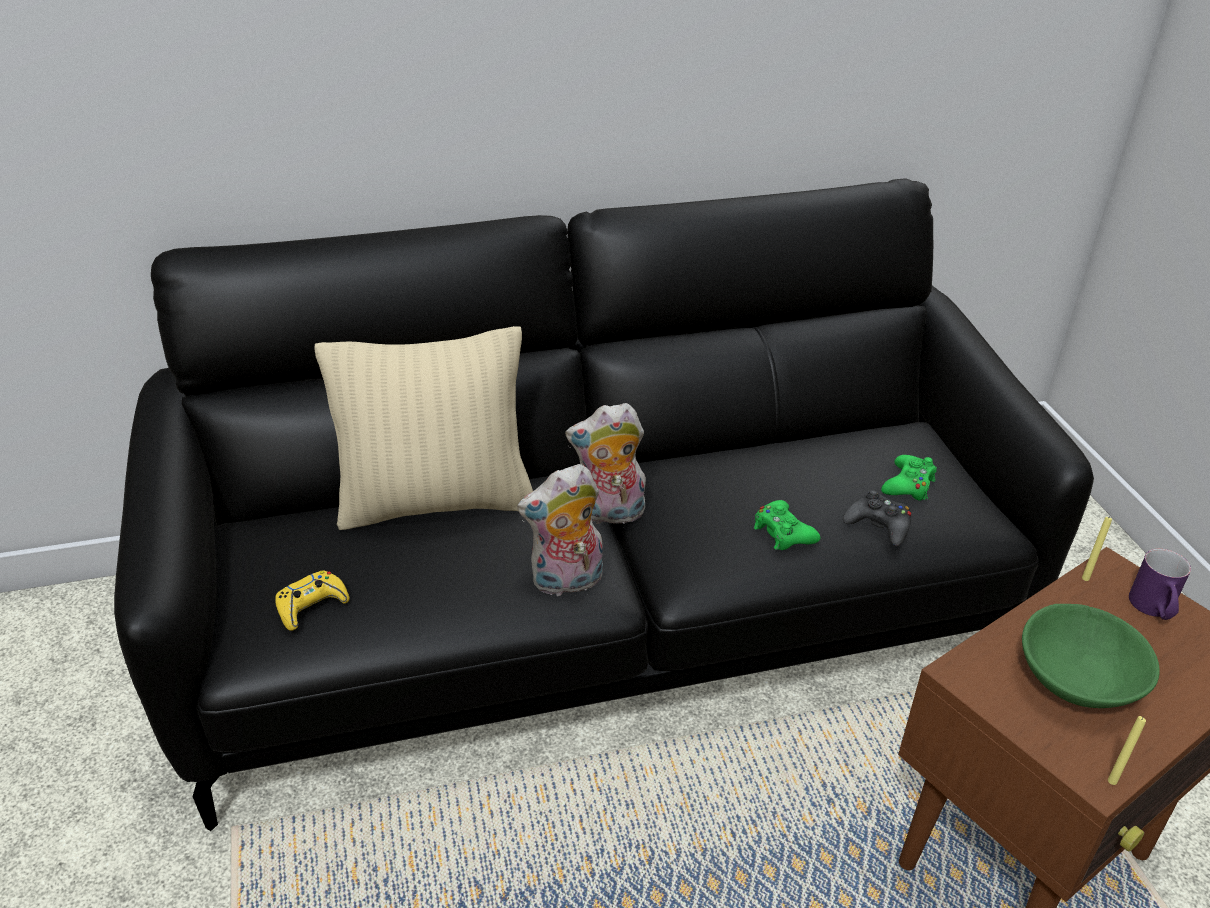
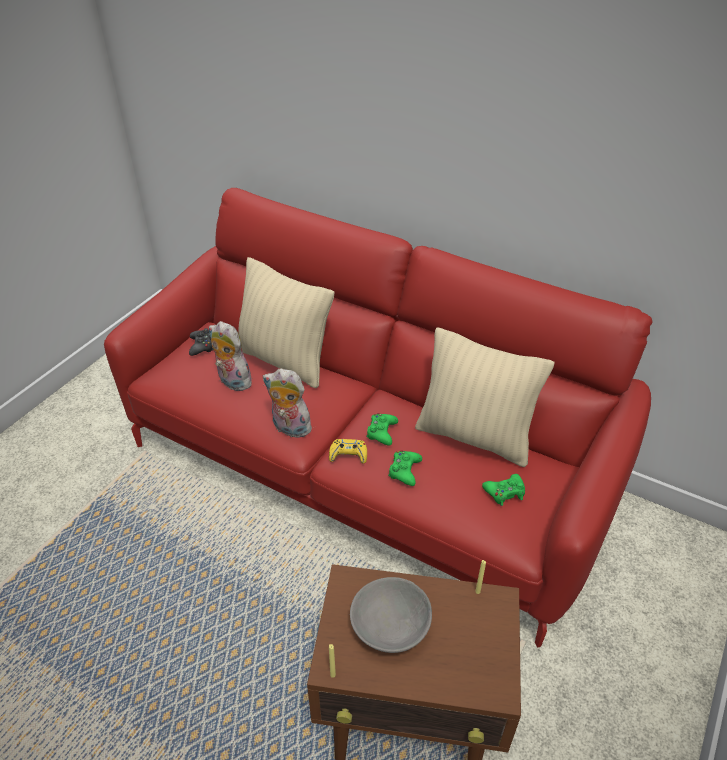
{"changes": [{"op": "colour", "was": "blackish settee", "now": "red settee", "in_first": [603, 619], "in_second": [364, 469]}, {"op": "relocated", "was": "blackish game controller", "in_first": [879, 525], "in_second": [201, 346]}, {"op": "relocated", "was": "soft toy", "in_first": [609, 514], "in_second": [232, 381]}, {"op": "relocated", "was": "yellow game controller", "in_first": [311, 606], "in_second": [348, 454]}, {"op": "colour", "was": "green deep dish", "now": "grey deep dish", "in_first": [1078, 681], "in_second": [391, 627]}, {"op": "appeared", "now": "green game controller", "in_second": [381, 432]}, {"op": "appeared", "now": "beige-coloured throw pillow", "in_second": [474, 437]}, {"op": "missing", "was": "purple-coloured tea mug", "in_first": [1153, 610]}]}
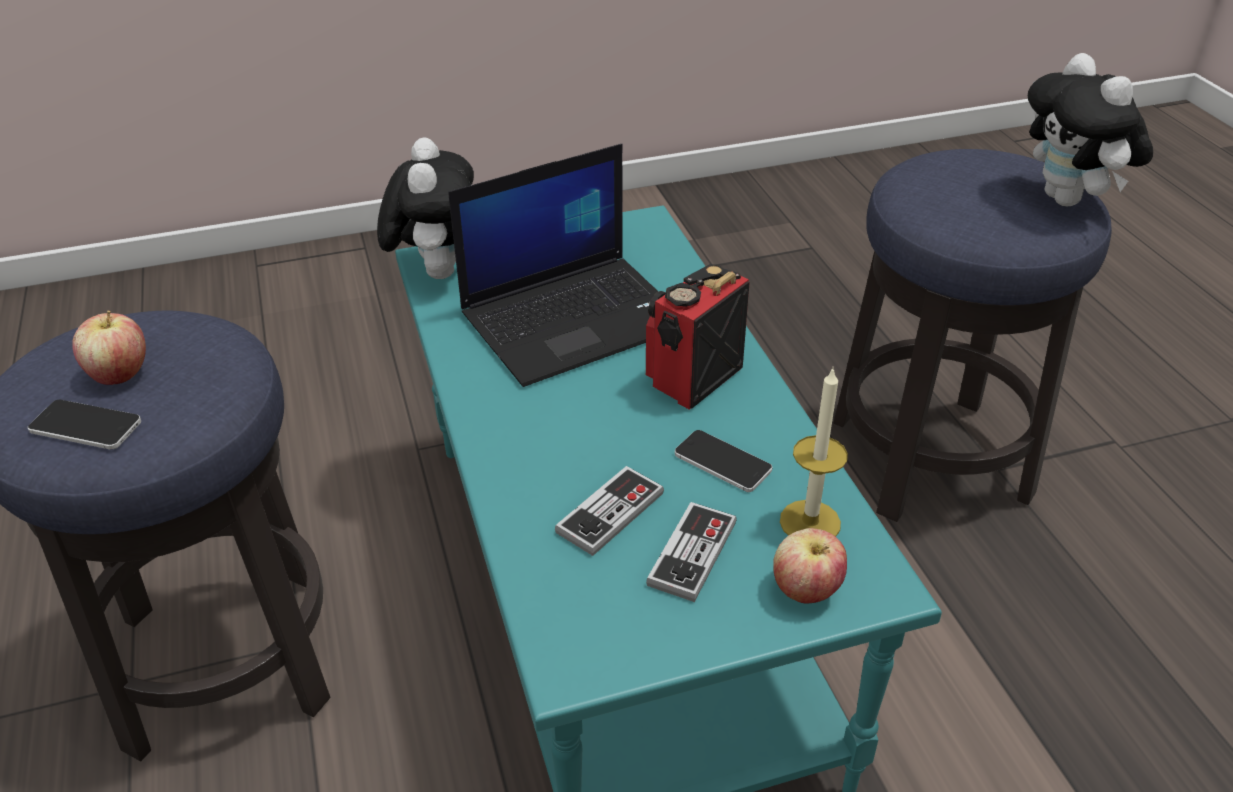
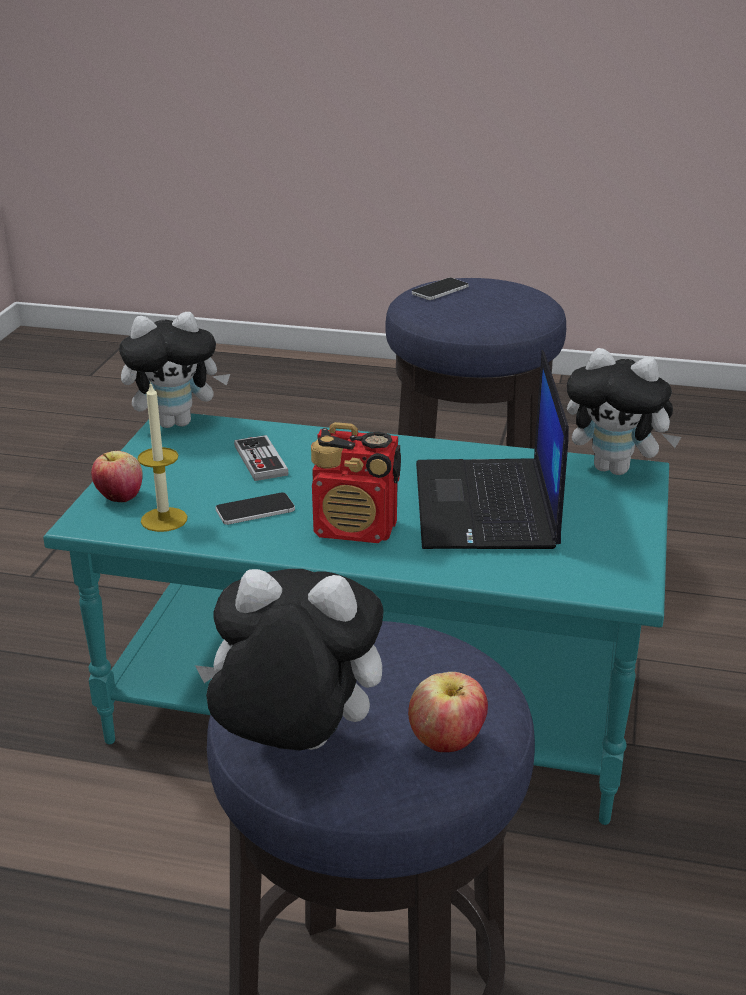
{"changes": [{"op": "appeared", "now": "soft toy", "in_second": [176, 422]}, {"op": "spun", "was": "radio set", "in_first": [692, 378], "in_second": [356, 530], "clockwise": 120}, {"op": "relocated", "was": "apple", "in_first": [120, 374], "in_second": [446, 742]}, {"op": "missing", "was": "game controller", "in_first": [692, 553]}]}
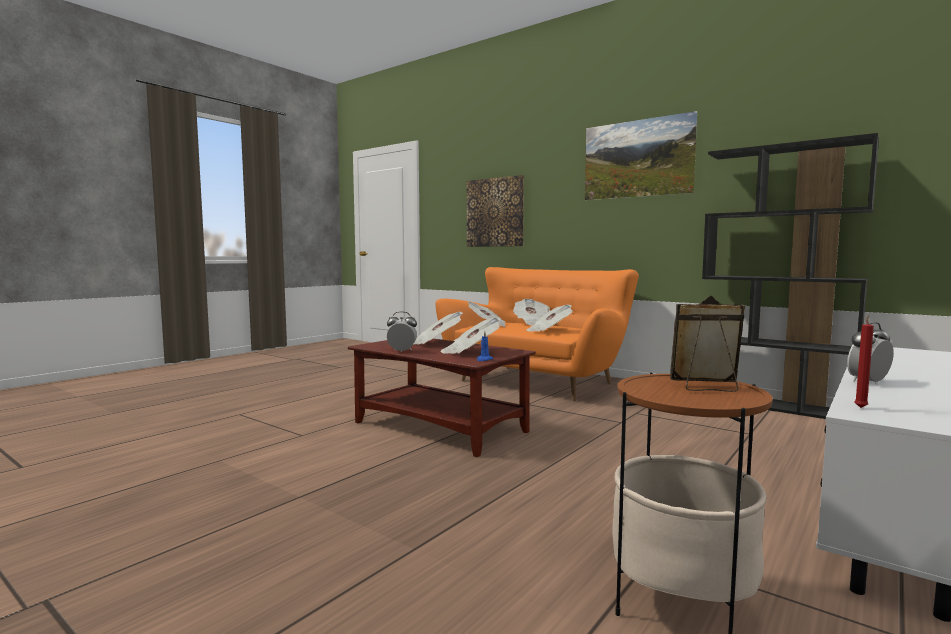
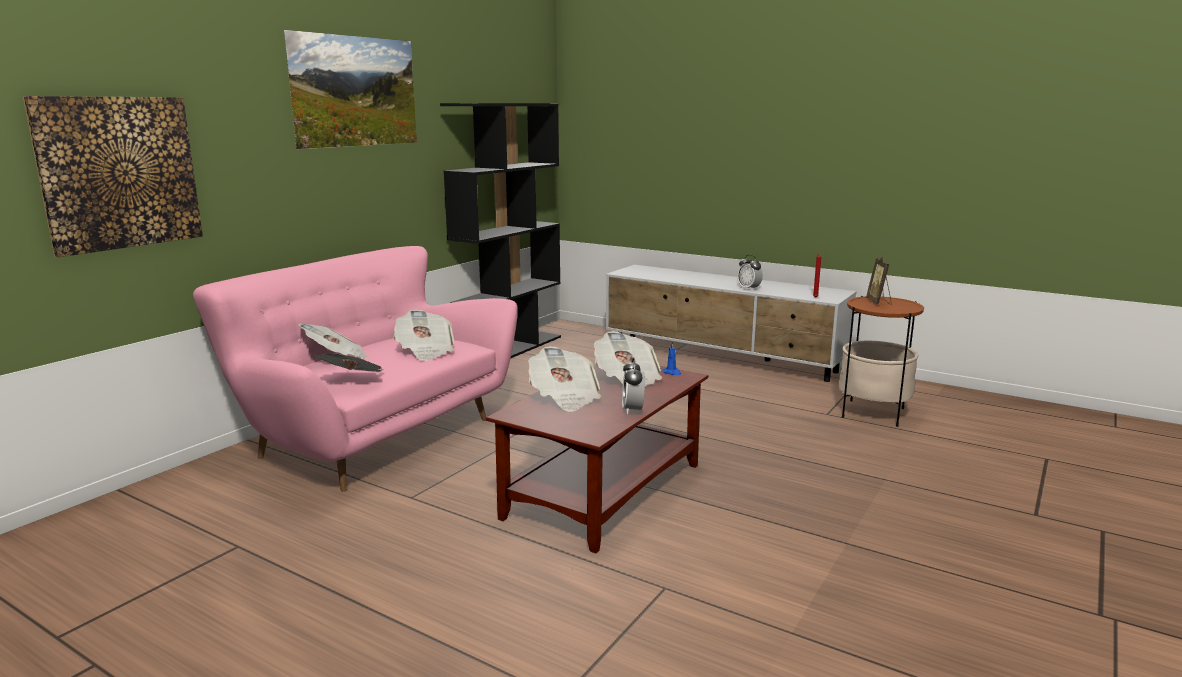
{"changes": [{"op": "colour", "was": "orange-coloured settee", "now": "pink settee", "in_first": [538, 381], "in_second": [373, 436]}]}
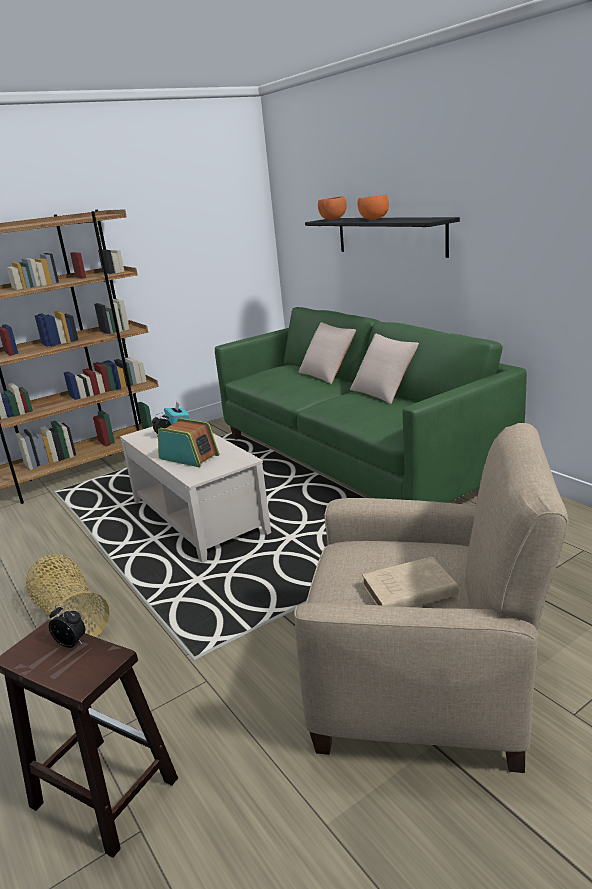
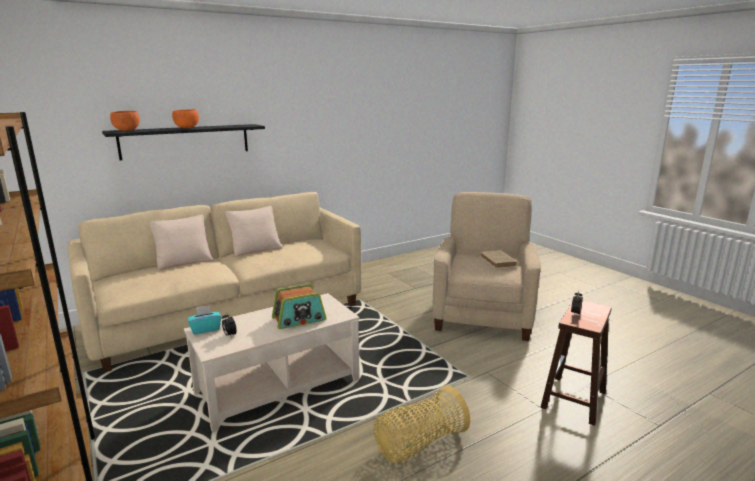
{"changes": [{"op": "colour", "was": "green settee", "now": "beige-coloured settee", "in_first": [355, 458], "in_second": [230, 315]}, {"op": "spun", "was": "radio set", "in_first": [189, 457], "in_second": [299, 319], "clockwise": -150}]}
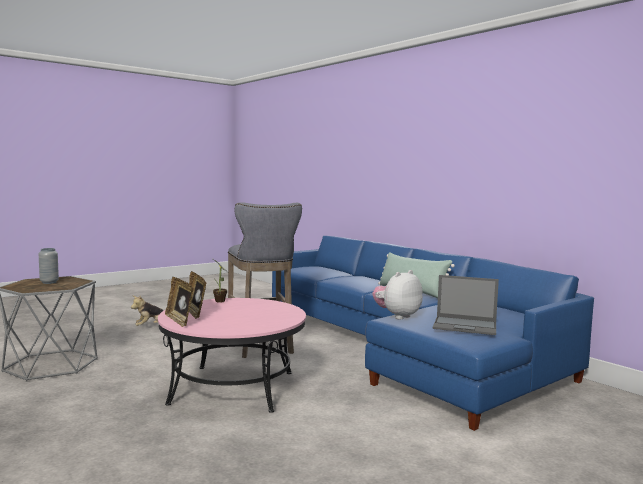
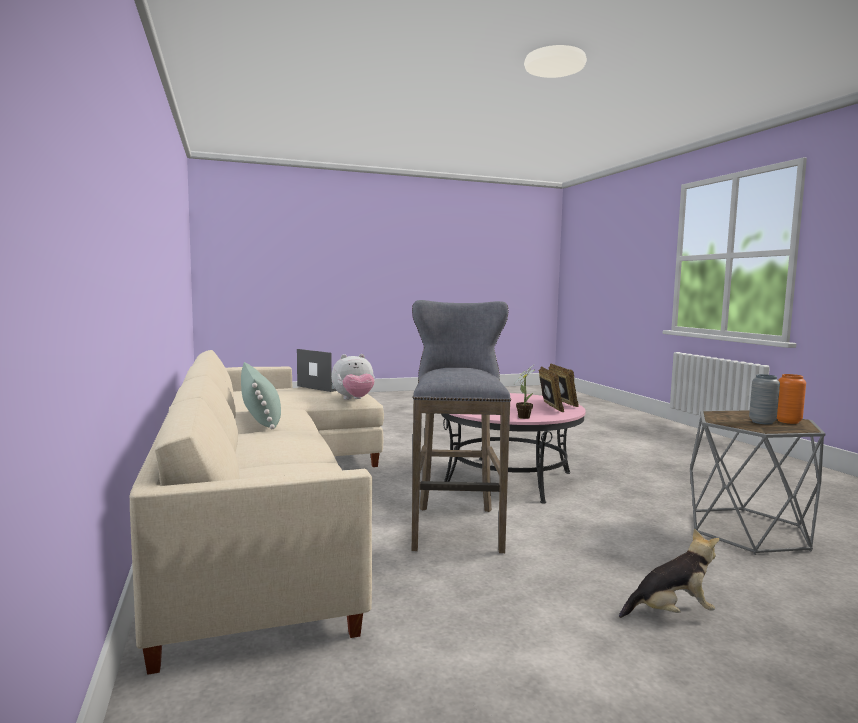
{"changes": [{"op": "colour", "was": "blue-coloured settee", "now": "beige-coloured settee", "in_first": [406, 349], "in_second": [267, 495]}, {"op": "appeared", "now": "orange-coloured flower vase", "in_second": [788, 421]}]}
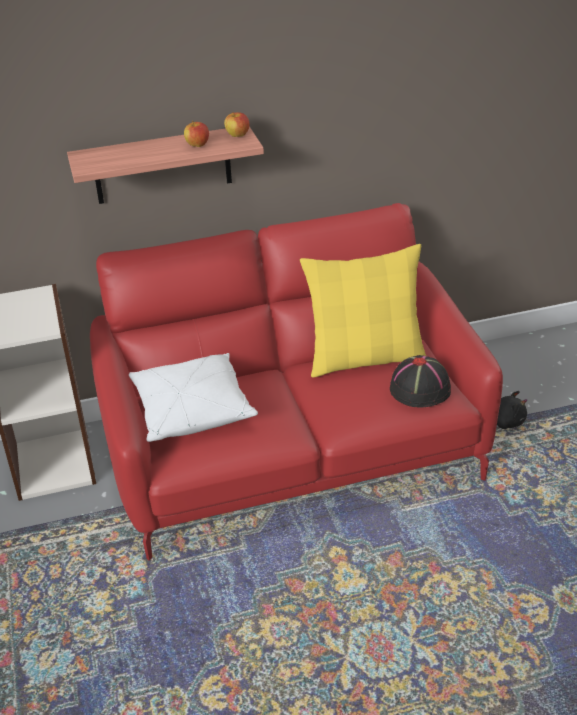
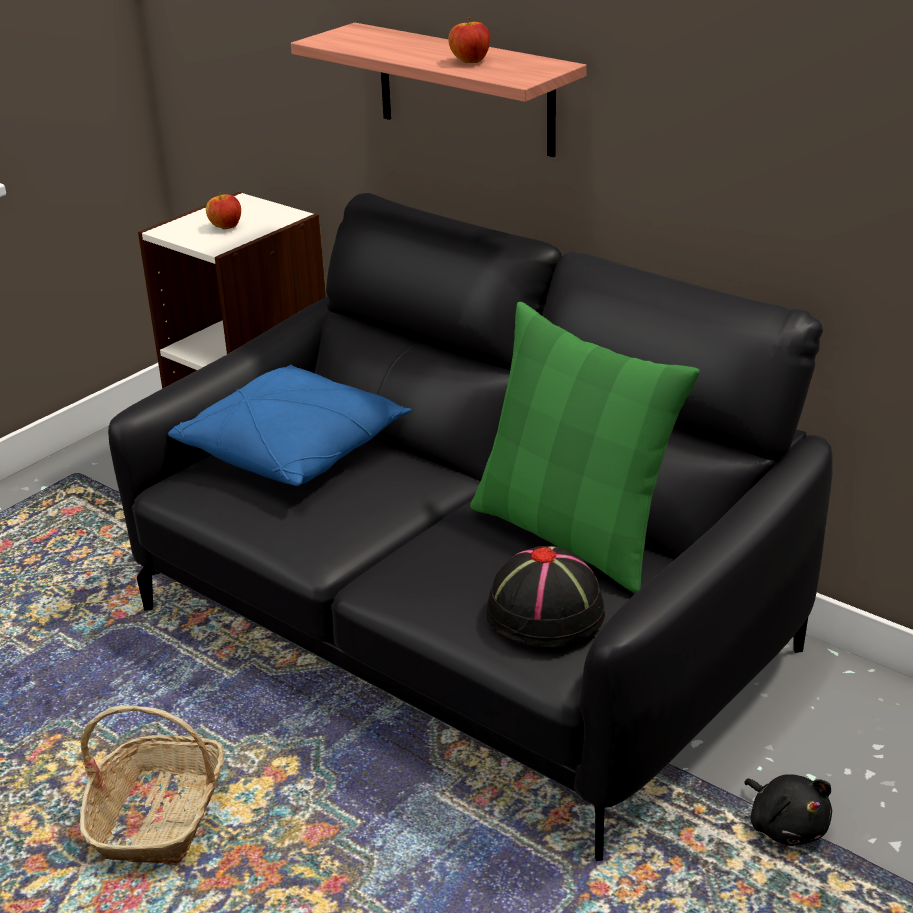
{"changes": [{"op": "appeared", "now": "basket", "in_second": [160, 816]}, {"op": "colour", "was": "red settee", "now": "blackish settee", "in_first": [293, 452], "in_second": [463, 631]}, {"op": "colour", "was": "whitish throw pillow", "now": "blue-coloured throw pillow", "in_first": [192, 411], "in_second": [294, 450]}, {"op": "relocated", "was": "apple", "in_first": [237, 135], "in_second": [226, 227]}, {"op": "colour", "was": "yellow throw pillow", "now": "green throw pillow", "in_first": [365, 359], "in_second": [572, 535]}]}
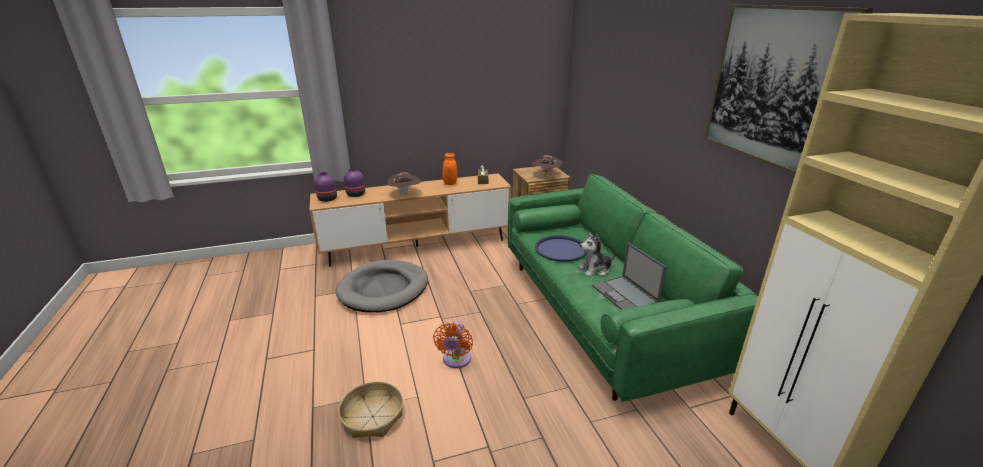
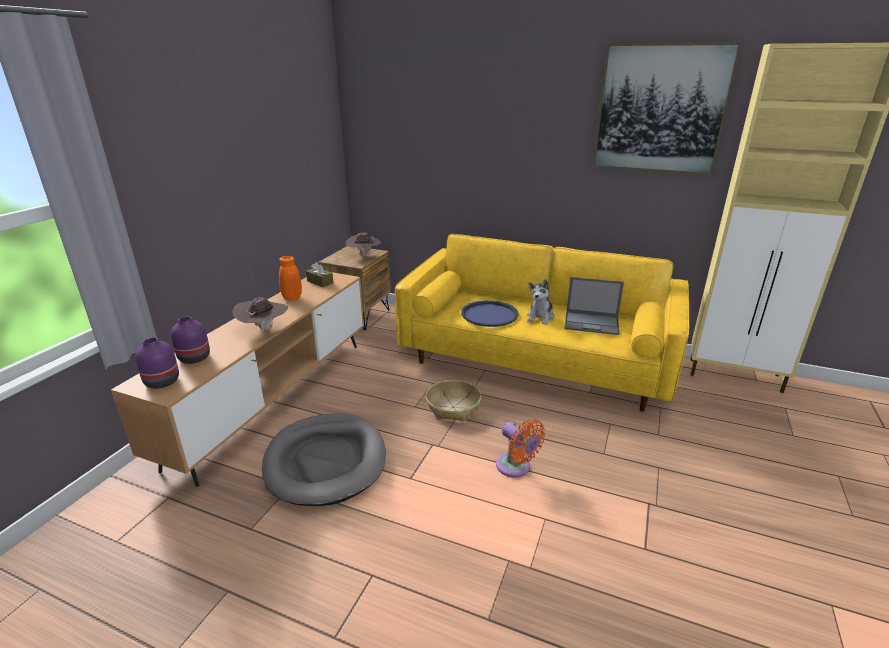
{"changes": [{"op": "colour", "was": "green settee", "now": "yellow settee", "in_first": [603, 313], "in_second": [536, 360]}, {"op": "relocated", "was": "basket", "in_first": [373, 416], "in_second": [453, 407]}]}
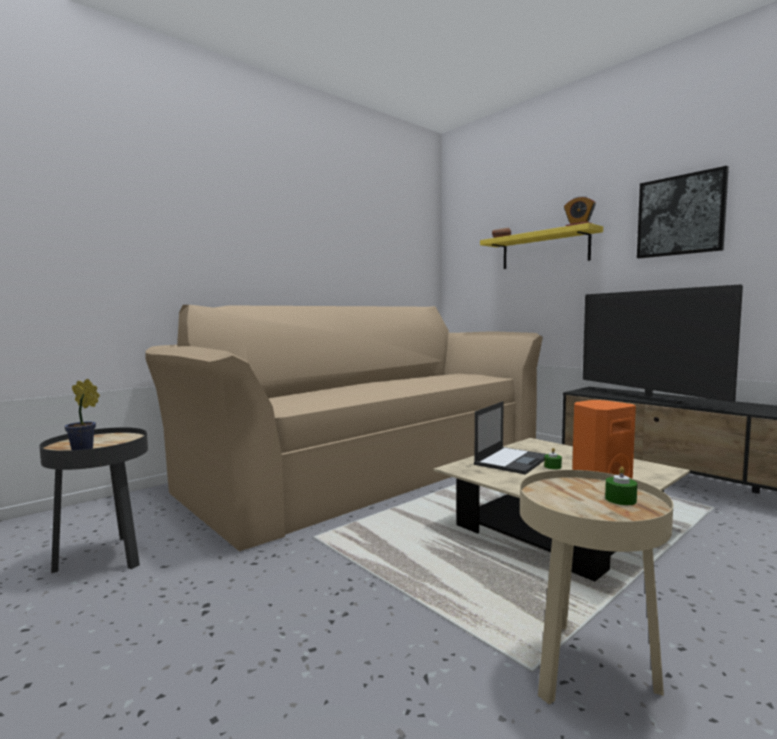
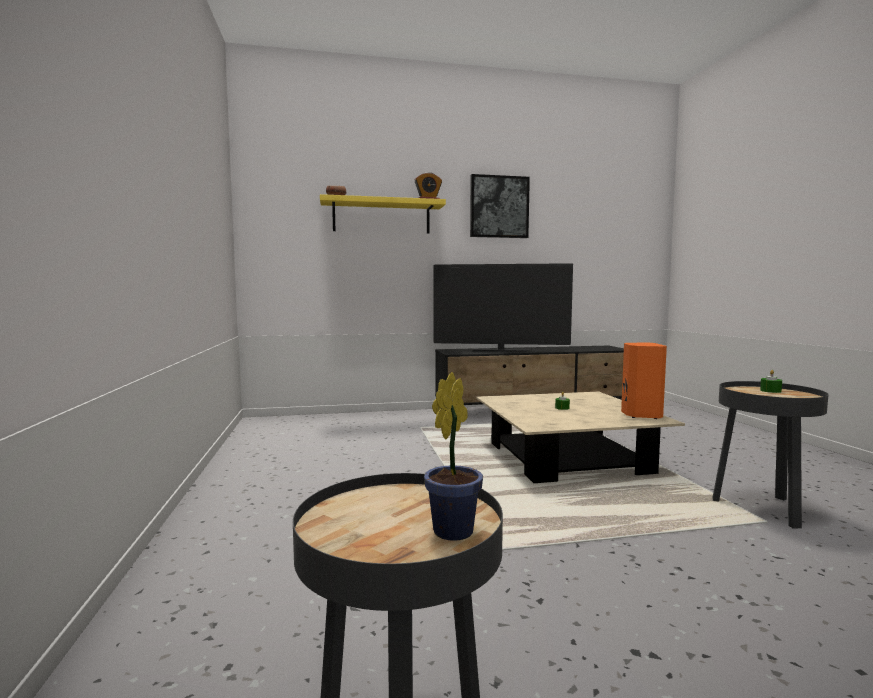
{"changes": [{"op": "colour", "was": "beige-coloured side table", "now": "blackish side table", "in_first": [587, 670], "in_second": [763, 508]}, {"op": "missing", "was": "beige-coloured settee", "in_first": [366, 465]}, {"op": "missing", "was": "portable computer", "in_first": [512, 460]}]}
